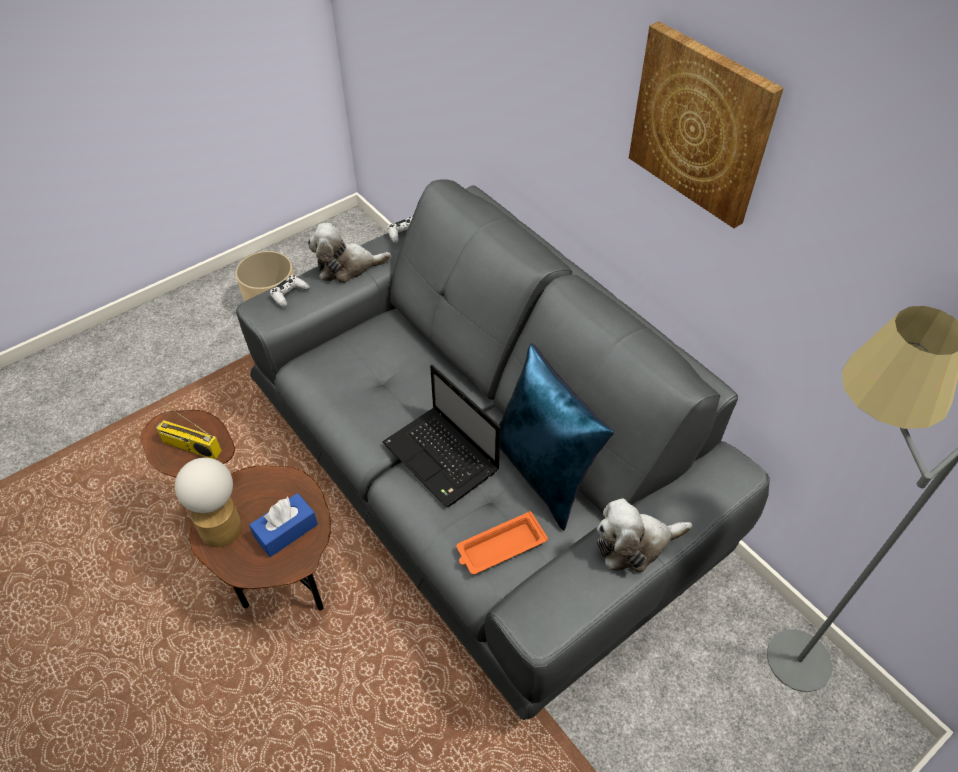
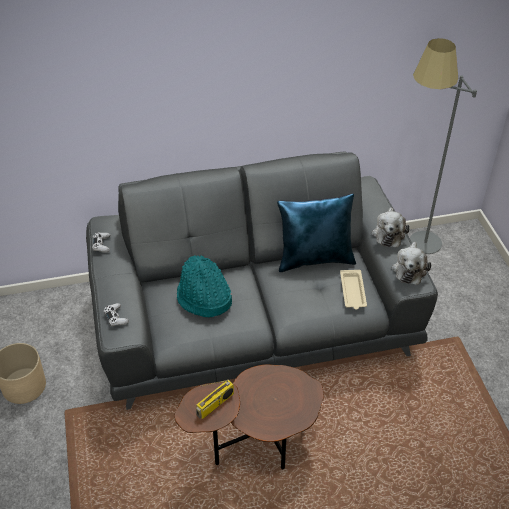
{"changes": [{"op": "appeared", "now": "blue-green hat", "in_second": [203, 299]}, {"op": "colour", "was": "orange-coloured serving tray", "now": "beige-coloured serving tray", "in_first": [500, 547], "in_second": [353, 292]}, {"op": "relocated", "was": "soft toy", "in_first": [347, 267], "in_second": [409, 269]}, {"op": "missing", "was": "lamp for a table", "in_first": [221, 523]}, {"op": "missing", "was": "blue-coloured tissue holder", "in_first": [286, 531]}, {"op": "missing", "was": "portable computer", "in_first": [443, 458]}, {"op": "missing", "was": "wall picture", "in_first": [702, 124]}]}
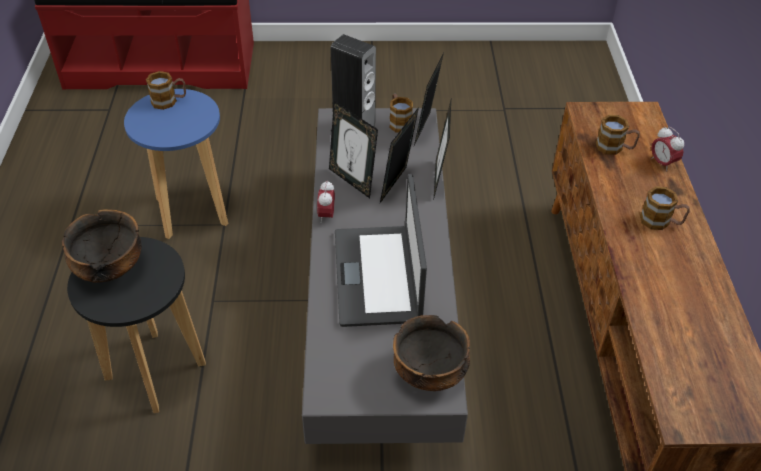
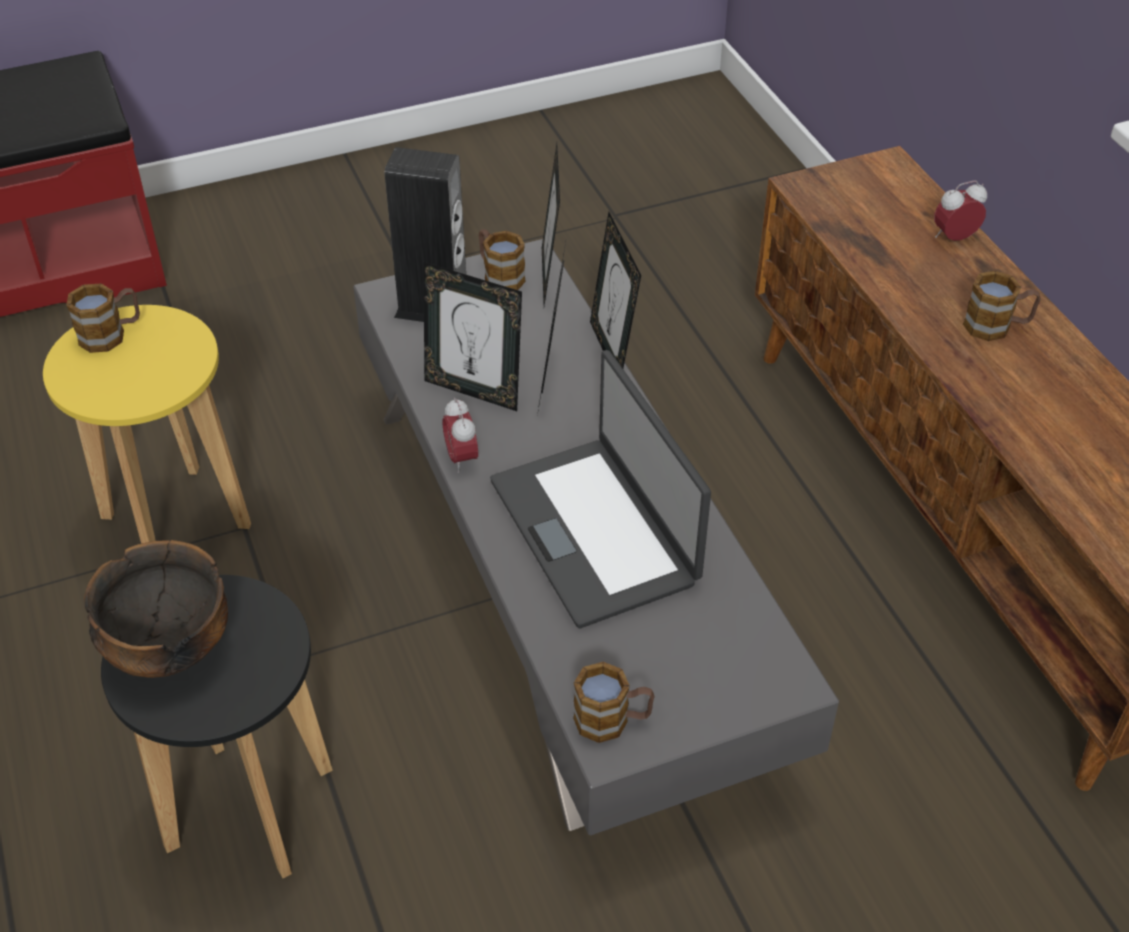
{"changes": [{"op": "colour", "was": "blue-coloured stool seat", "now": "yellow stool seat", "in_first": [191, 212], "in_second": [175, 522]}, {"op": "relocated", "was": "tea mug", "in_first": [614, 148], "in_second": [612, 720]}, {"op": "spun", "was": "table clock", "in_first": [662, 163], "in_second": [954, 238], "clockwise": 120}, {"op": "missing", "was": "deep dish", "in_first": [430, 374]}]}
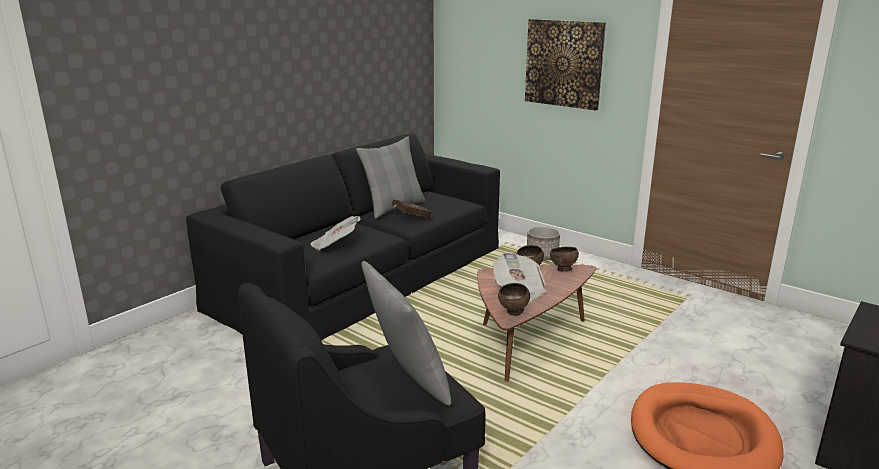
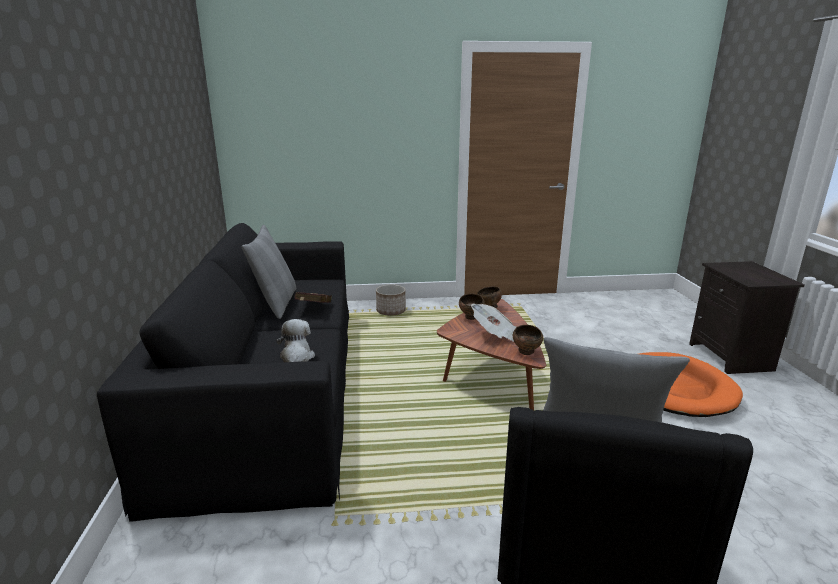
{"changes": [{"op": "exchanged", "was": "printed paper", "now": "soft toy", "in_first": [335, 245], "in_second": [296, 358]}, {"op": "missing", "was": "wall picture", "in_first": [564, 63]}]}
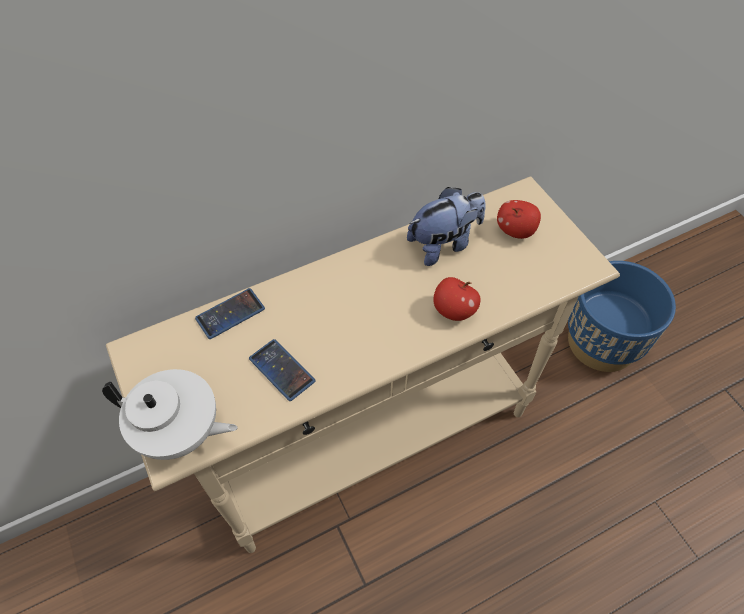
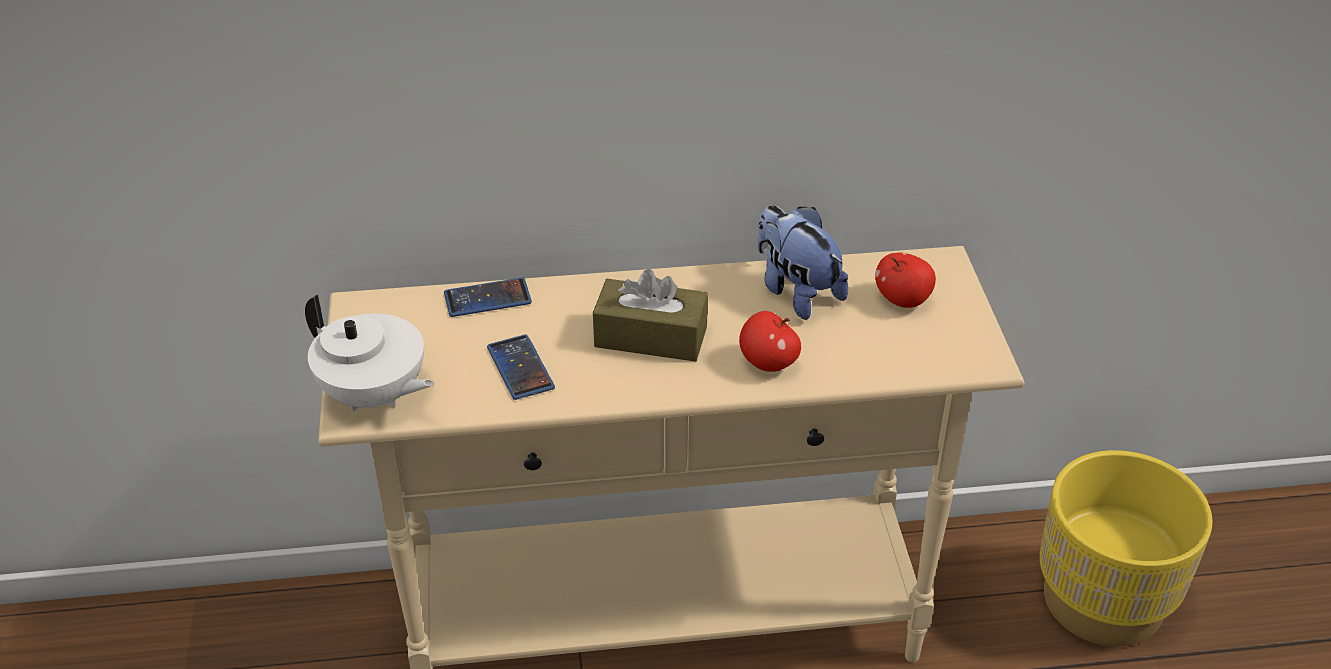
{"changes": [{"op": "appeared", "now": "brownish tissue holder", "in_second": [651, 337]}, {"op": "spun", "was": "soft toy", "in_first": [444, 244], "in_second": [796, 291], "clockwise": -120}, {"op": "colour", "was": "blue-coloured flower pot", "now": "yellow flower pot", "in_first": [601, 343], "in_second": [1103, 601]}]}
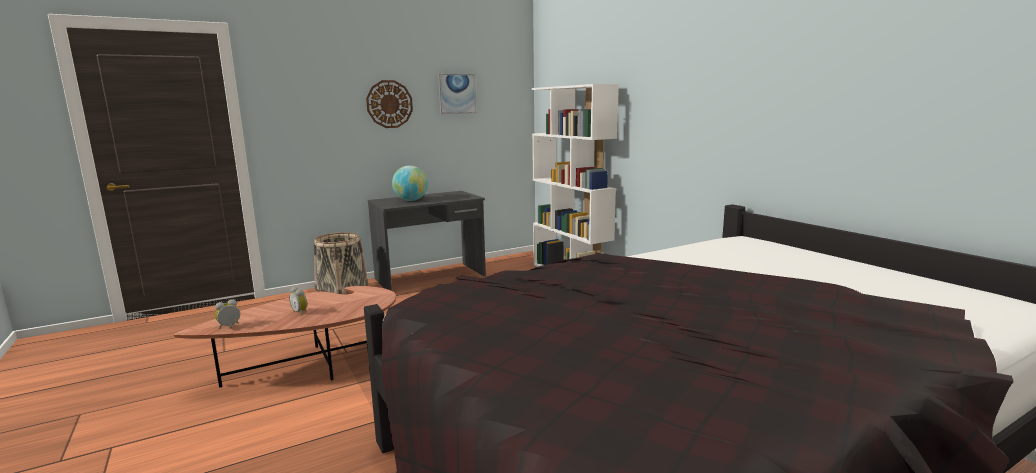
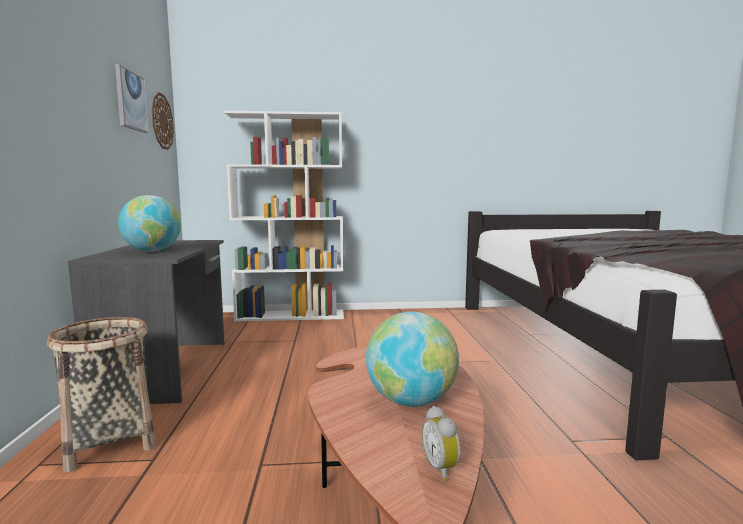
{"changes": [{"op": "relocated", "was": "wall clock", "in_first": [389, 104], "in_second": [162, 121]}, {"op": "exchanged", "was": "table clock", "now": "desk globe", "in_first": [301, 312], "in_second": [411, 401]}]}
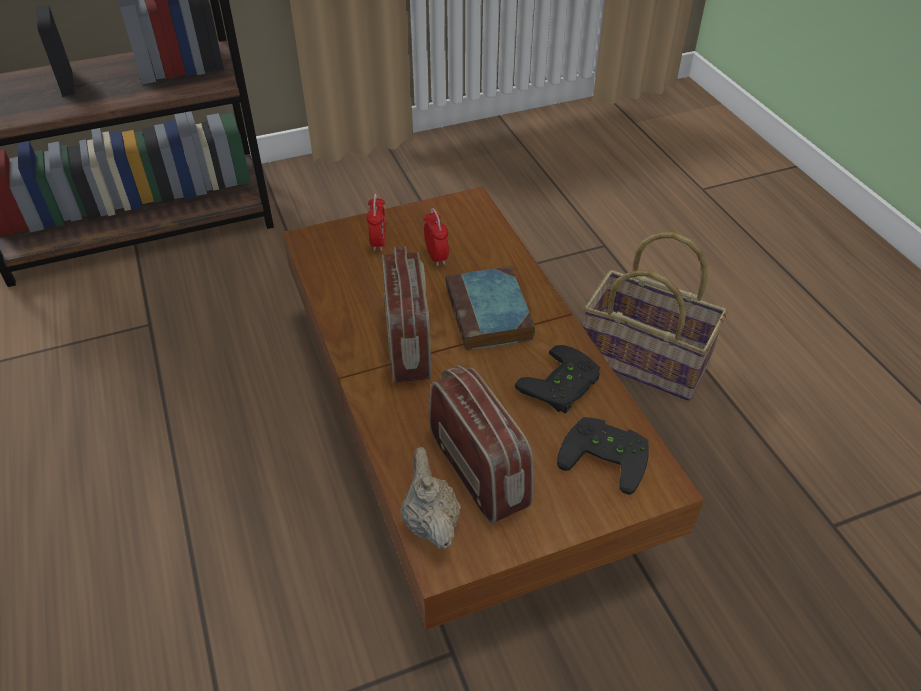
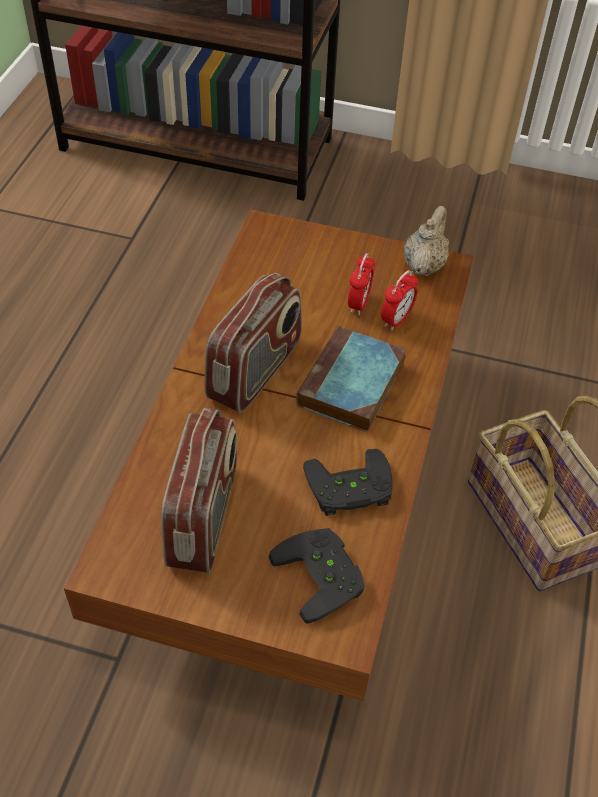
{"changes": [{"op": "relocated", "was": "table clock", "in_first": [378, 242], "in_second": [396, 320]}, {"op": "relocated", "was": "beige-coloured pot for tea", "in_first": [430, 521], "in_second": [424, 265]}]}
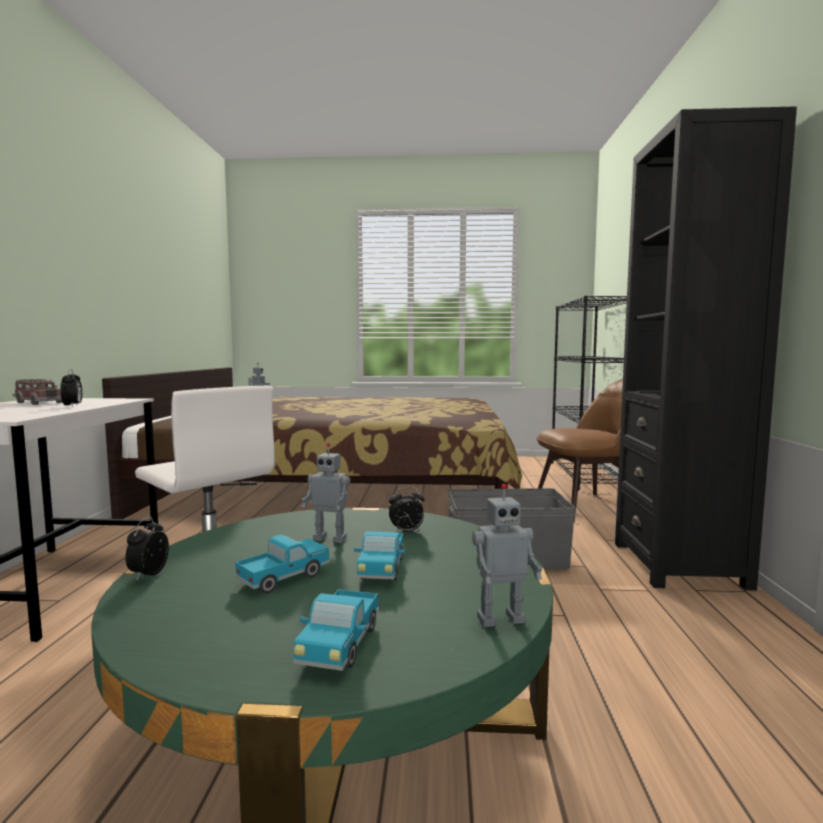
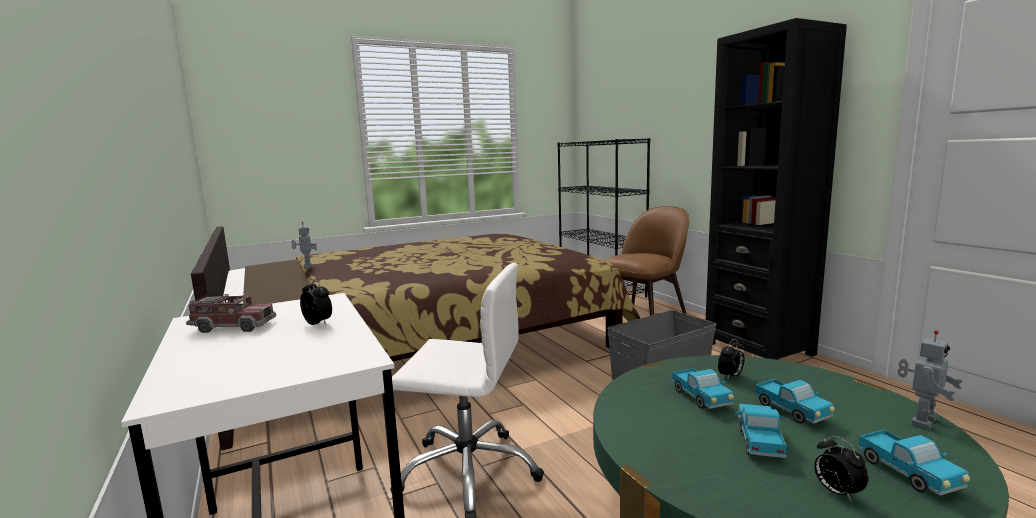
{"changes": [{"op": "exchanged", "was": "robot figure", "now": "model truck", "in_first": [330, 538], "in_second": [701, 398]}, {"op": "relocated", "was": "table clock", "in_first": [148, 574], "in_second": [836, 492]}]}
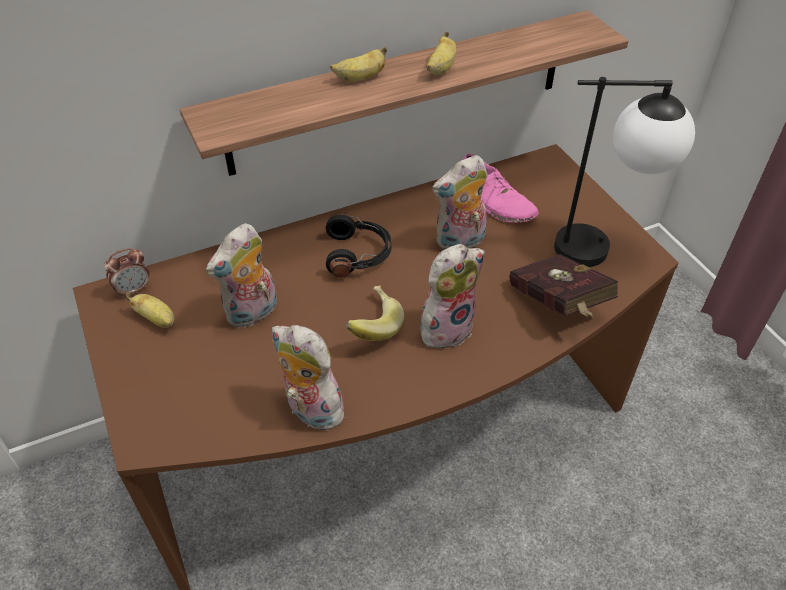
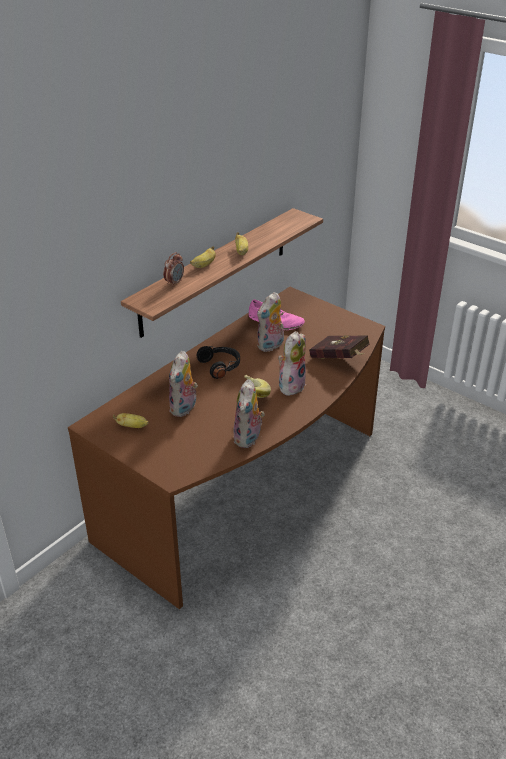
{"changes": [{"op": "relocated", "was": "table clock", "in_first": [133, 289], "in_second": [174, 282]}, {"op": "spun", "was": "soft toy", "in_first": [310, 410], "in_second": [248, 438], "clockwise": -90}, {"op": "missing", "was": "lamp for a table", "in_first": [603, 248]}]}
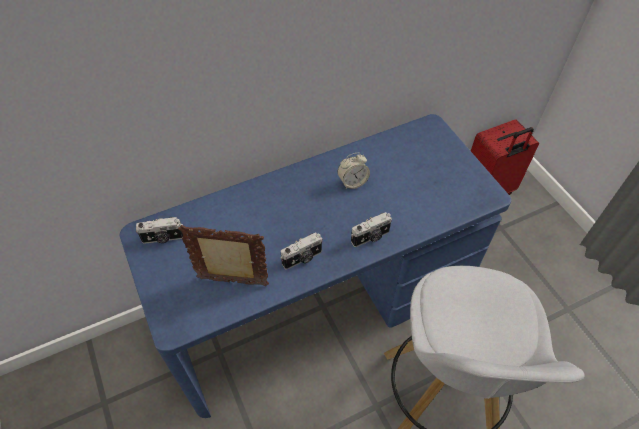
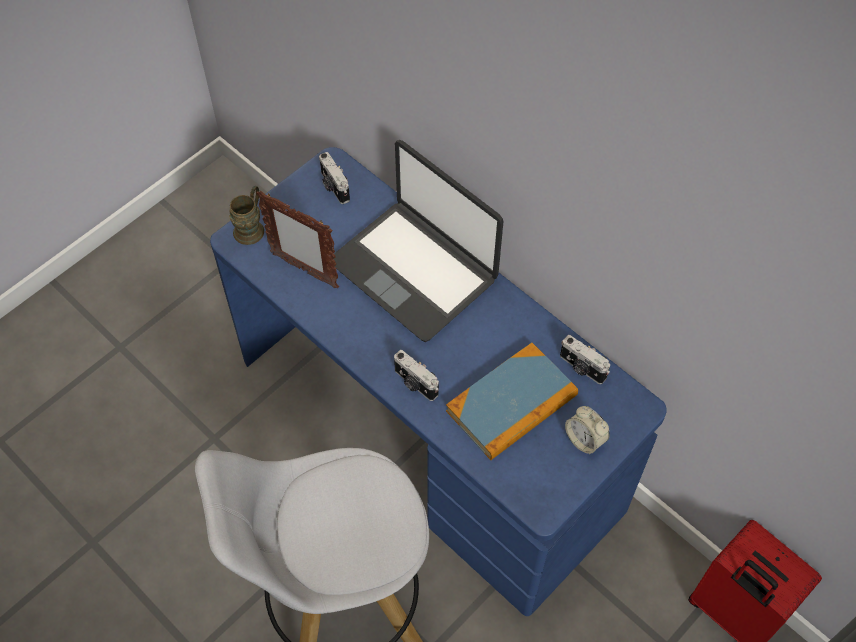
{"changes": [{"op": "appeared", "now": "brownish tea mug", "in_second": [251, 227]}, {"op": "spun", "was": "picture frame", "in_first": [233, 282], "in_second": [304, 270], "clockwise": 135}, {"op": "appeared", "now": "portable computer", "in_second": [414, 270]}, {"op": "appeared", "now": "bound book", "in_second": [511, 404]}, {"op": "relocated", "was": "still camera", "in_first": [302, 258], "in_second": [582, 368]}, {"op": "relocated", "was": "table clock", "in_first": [352, 182], "in_second": [584, 439]}]}
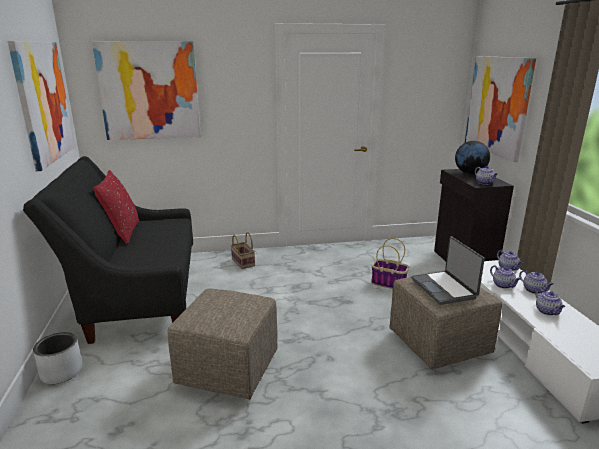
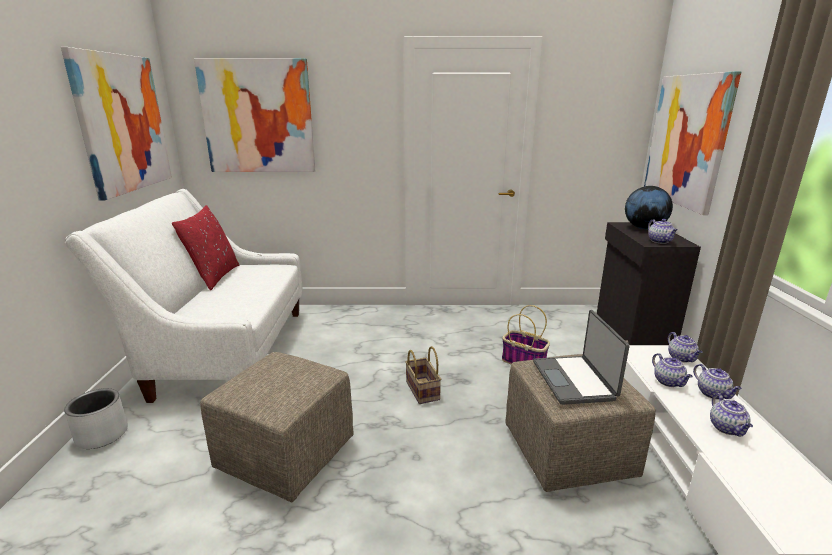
{"changes": [{"op": "colour", "was": "blackish settee", "now": "whitish settee", "in_first": [137, 297], "in_second": [224, 351]}, {"op": "relocated", "was": "basket", "in_first": [242, 262], "in_second": [421, 390]}]}
